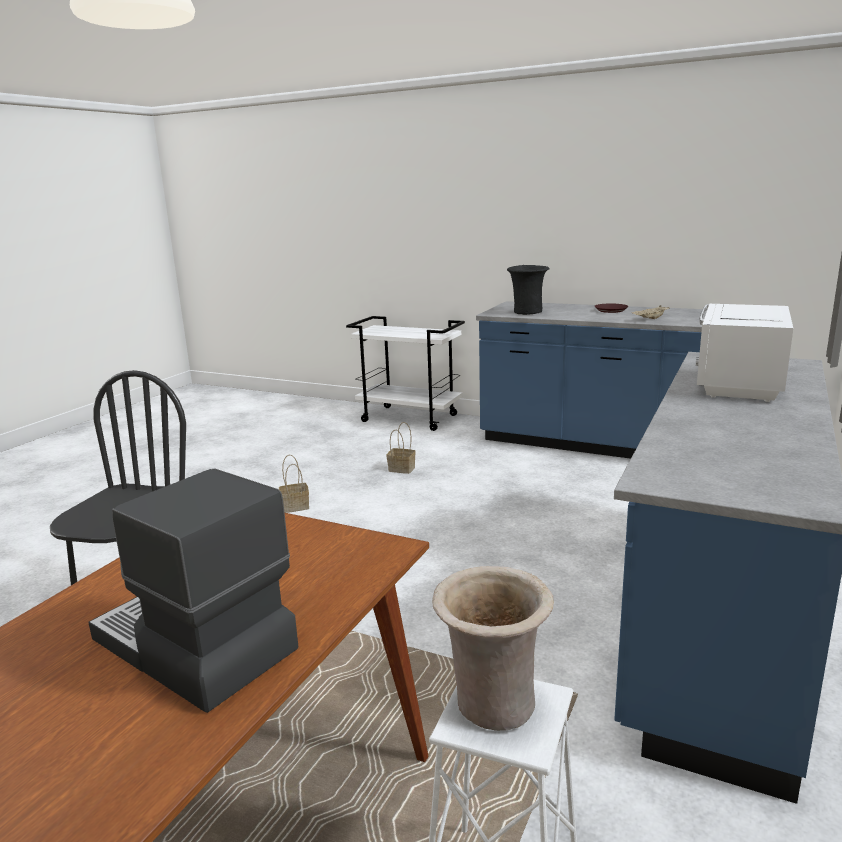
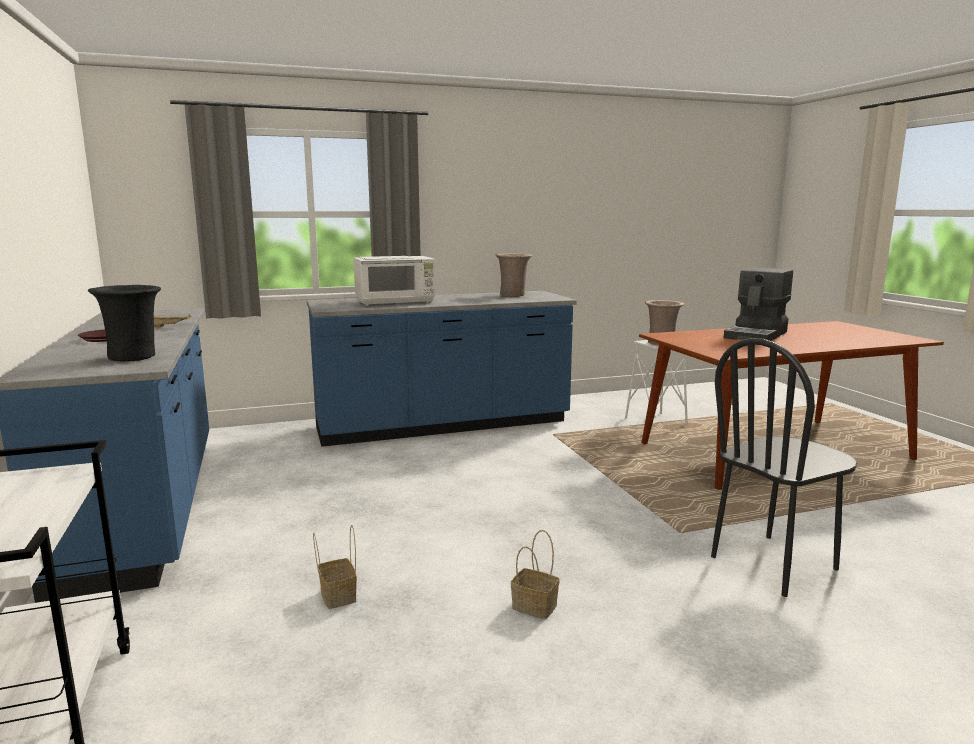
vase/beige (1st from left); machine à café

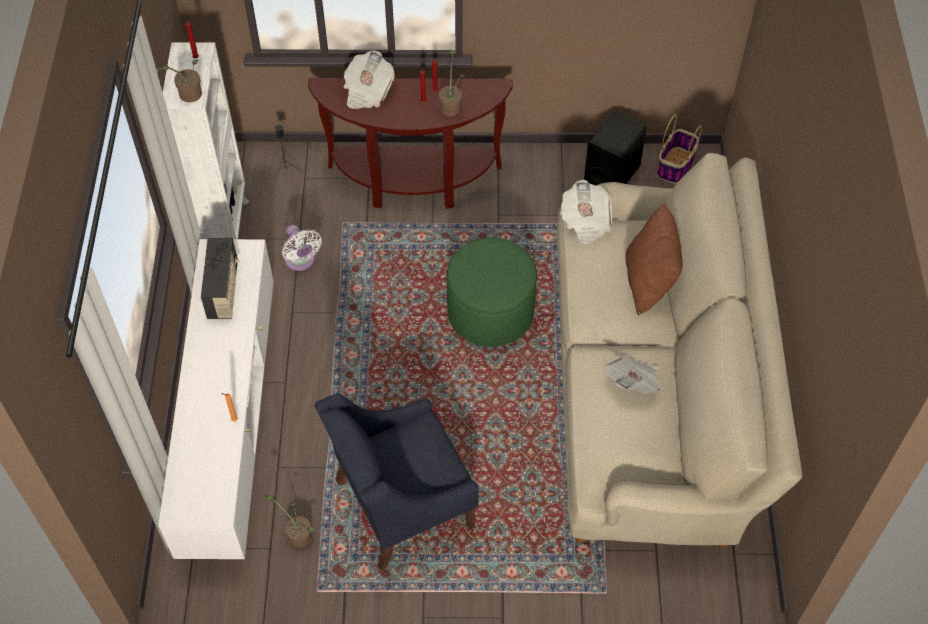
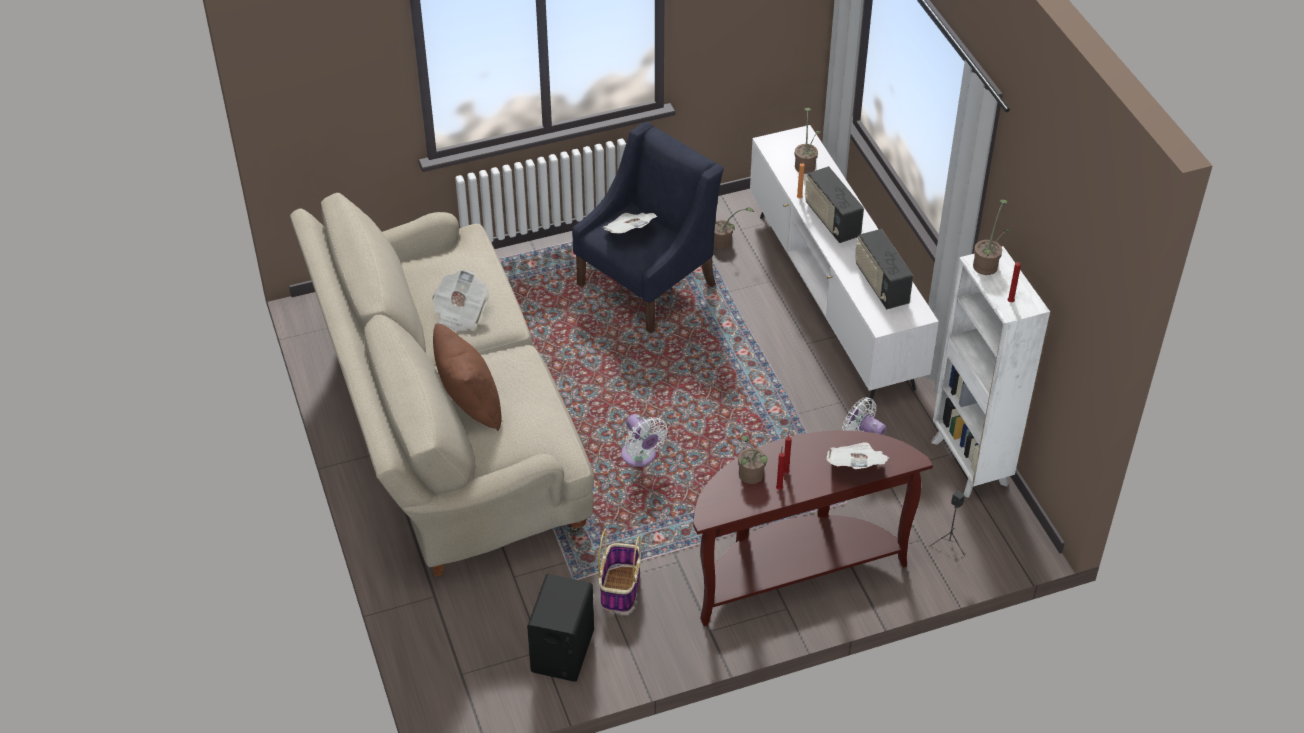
plante en pot (3rd from left); radio (1st from left); journal (2nd from left); panier; ventilateur/blanc (1st from left)

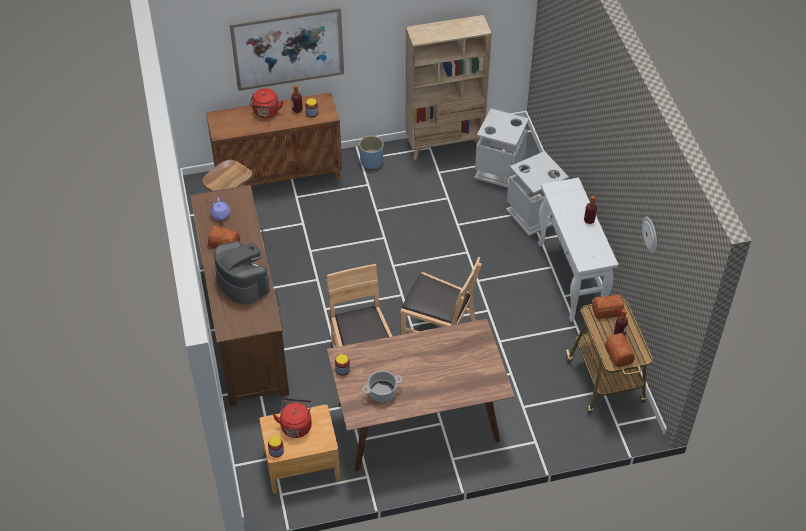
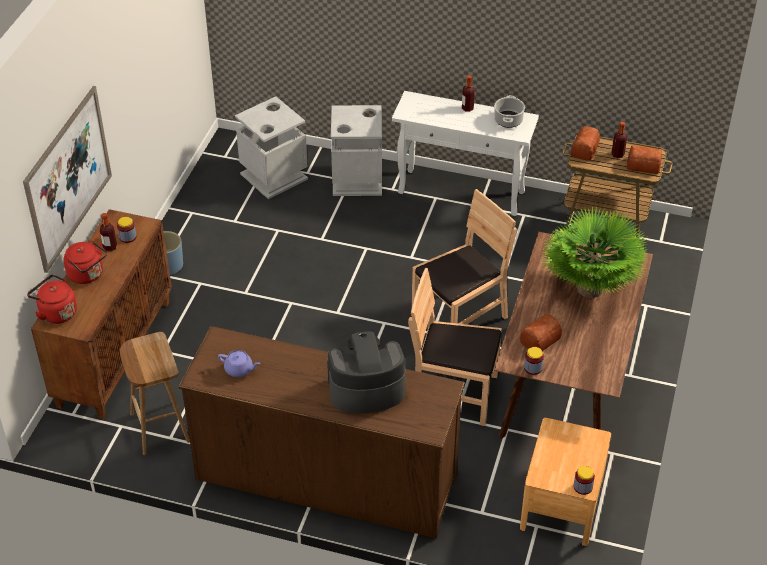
bibliothèque/beige; horloge murale; plante en pot; pain (1st from left); bouilloire/rouge (1st from left); marmite

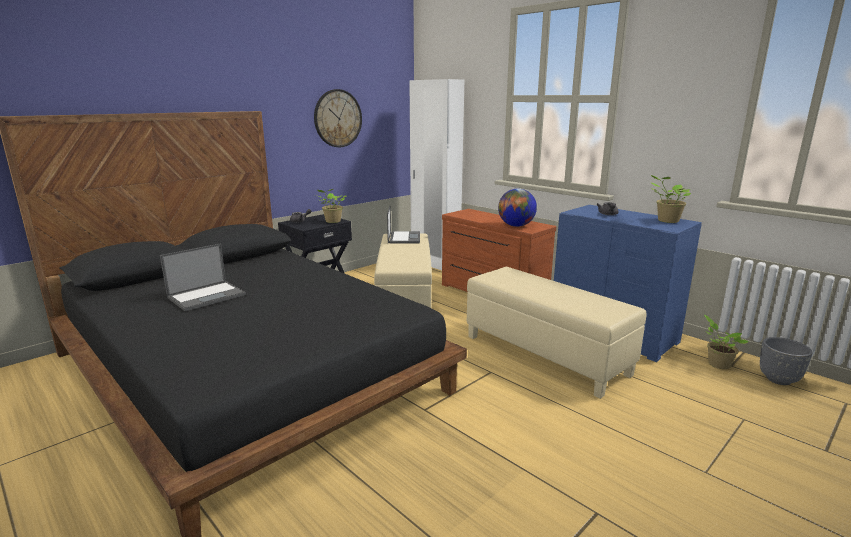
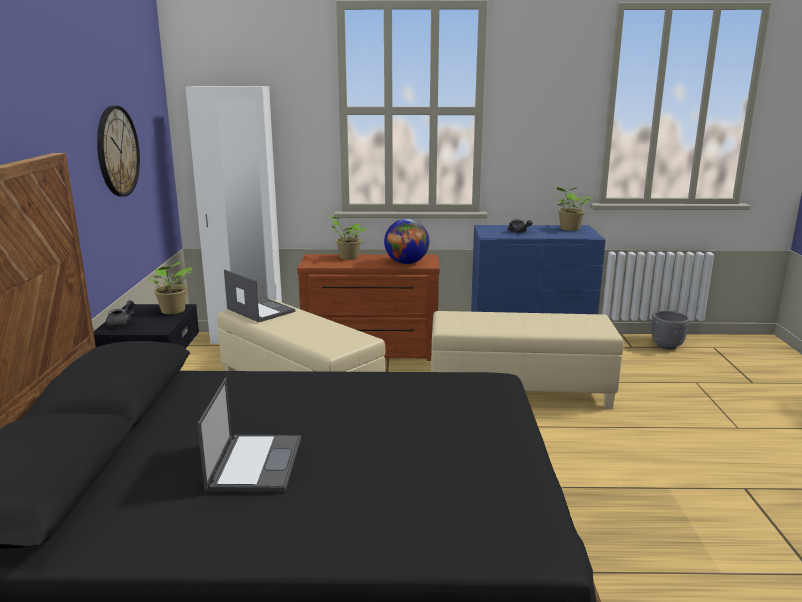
plante en pot (2nd from left)

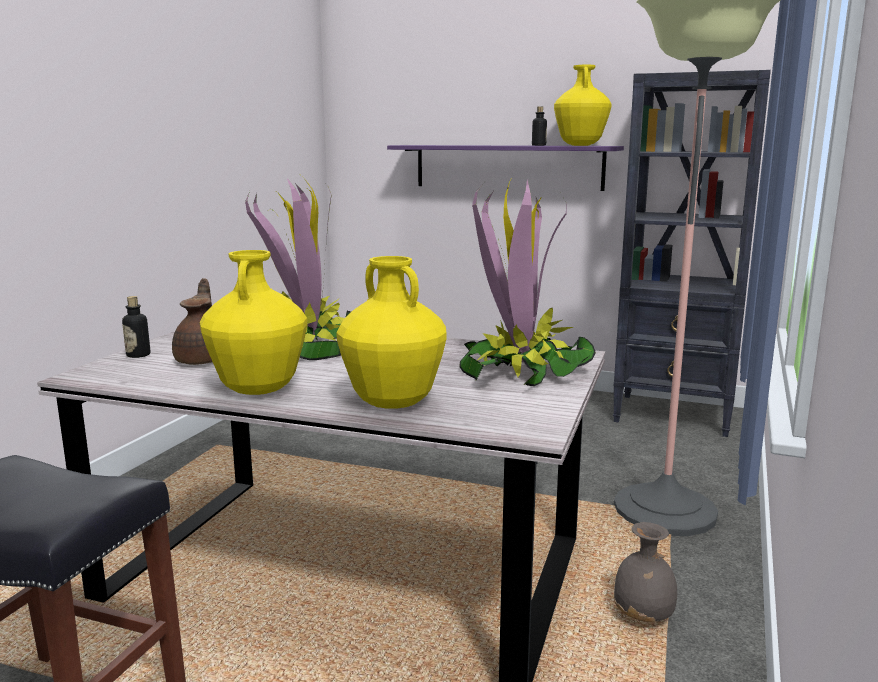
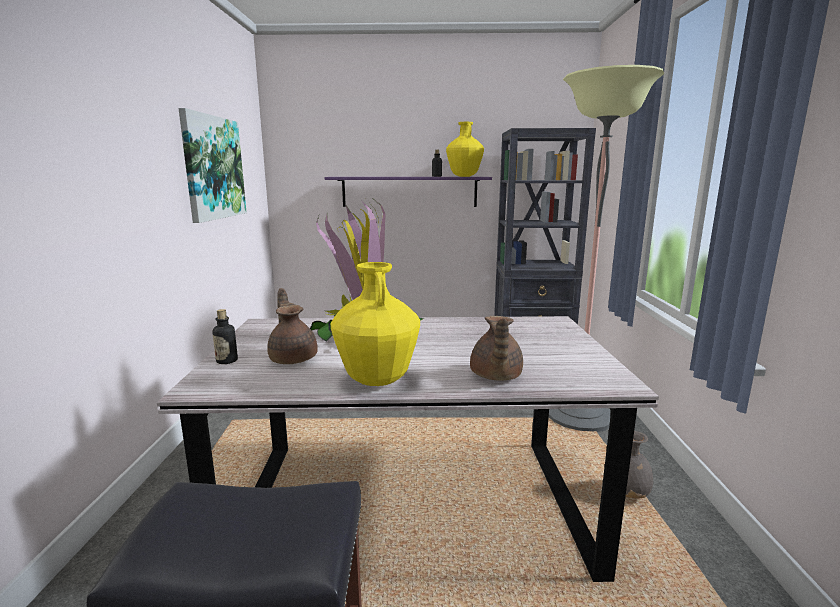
plante en pot (2nd from left in the first image); tableau; théière/marron (2nd from left)

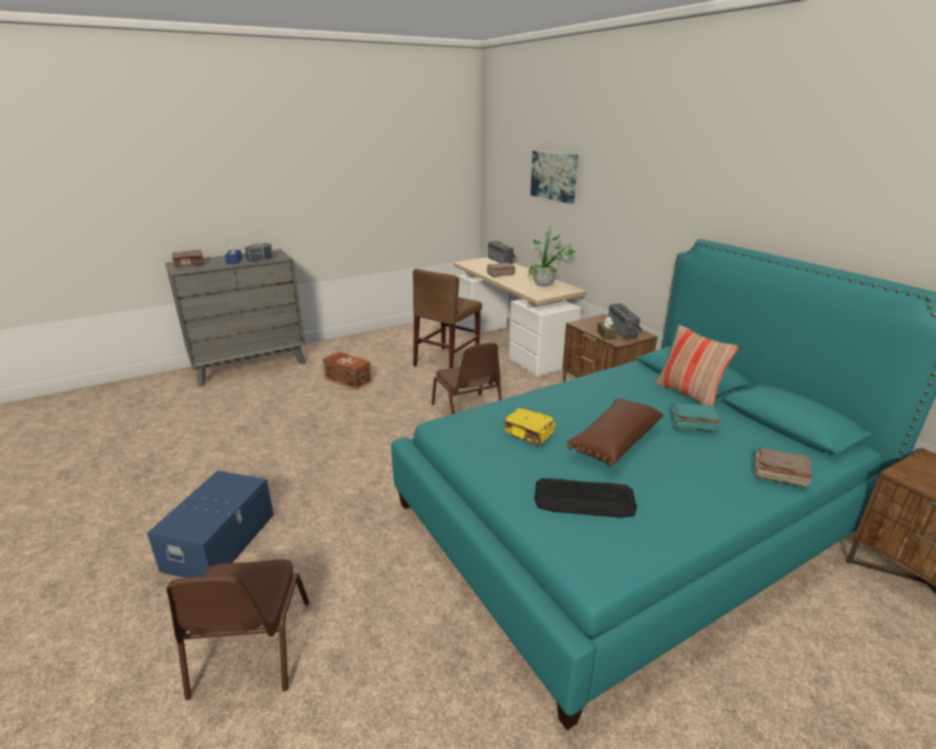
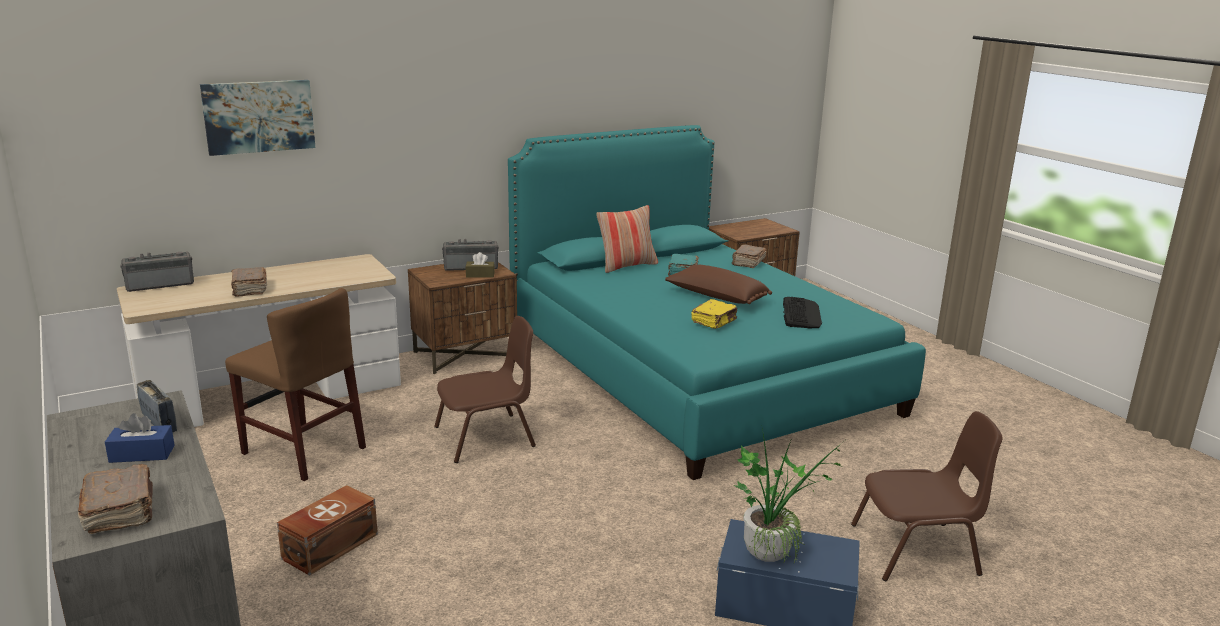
plante en pot

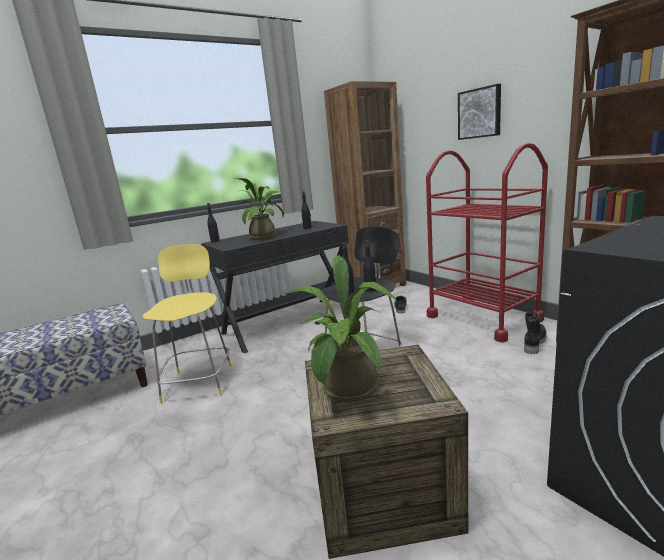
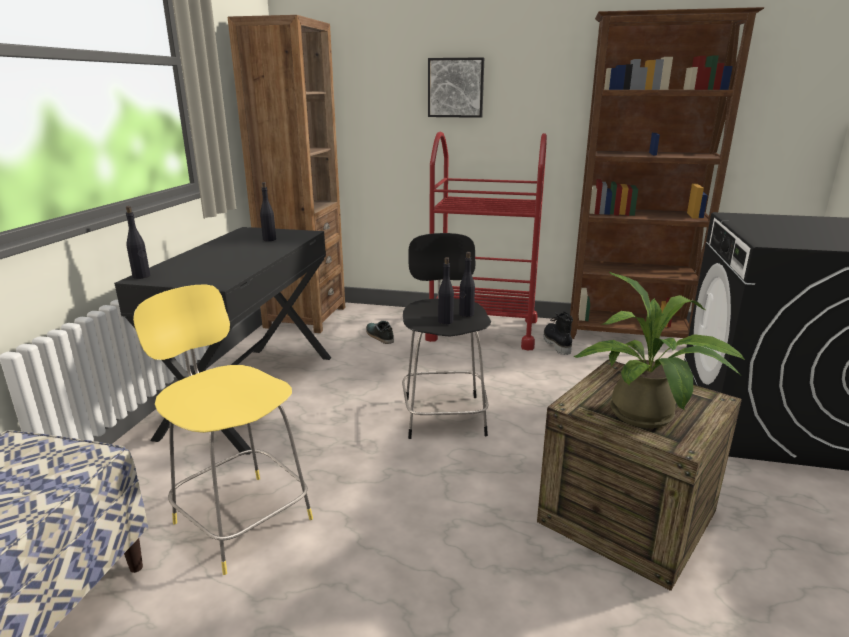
plante en pot (1st from left in the first image)

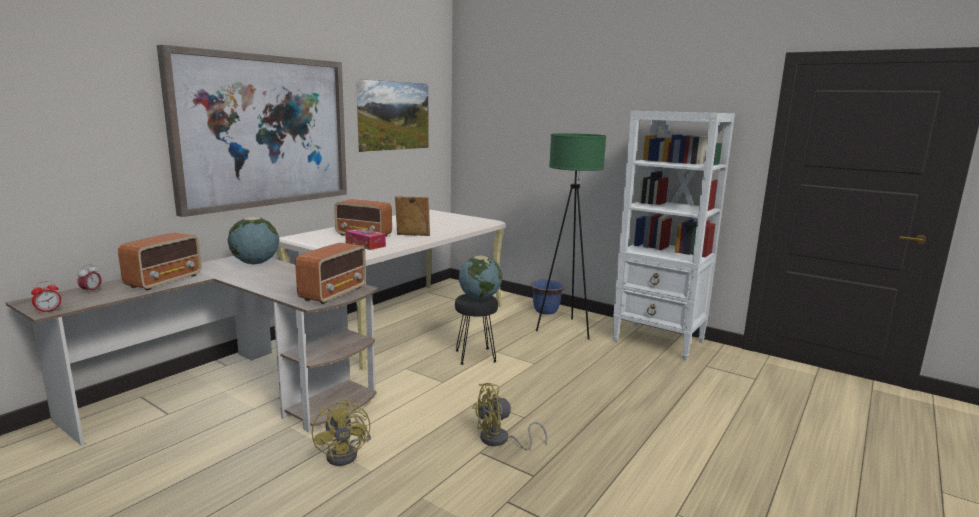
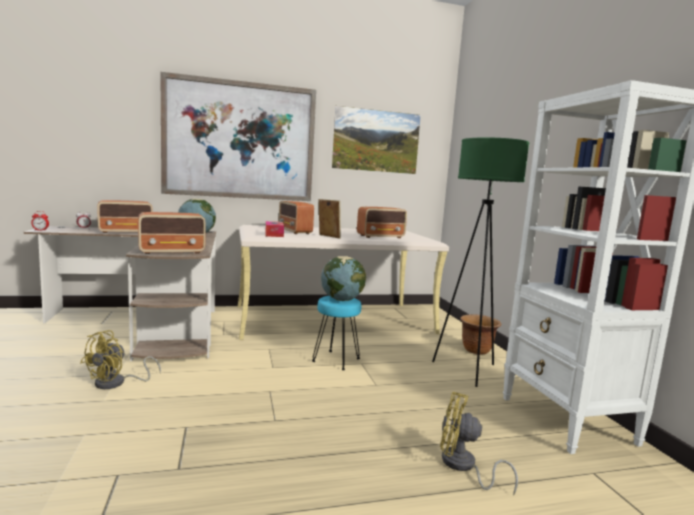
radio (4th from left); ventilateur/jaune (2nd from left); tabouret/turquoise; cache-pot/marron

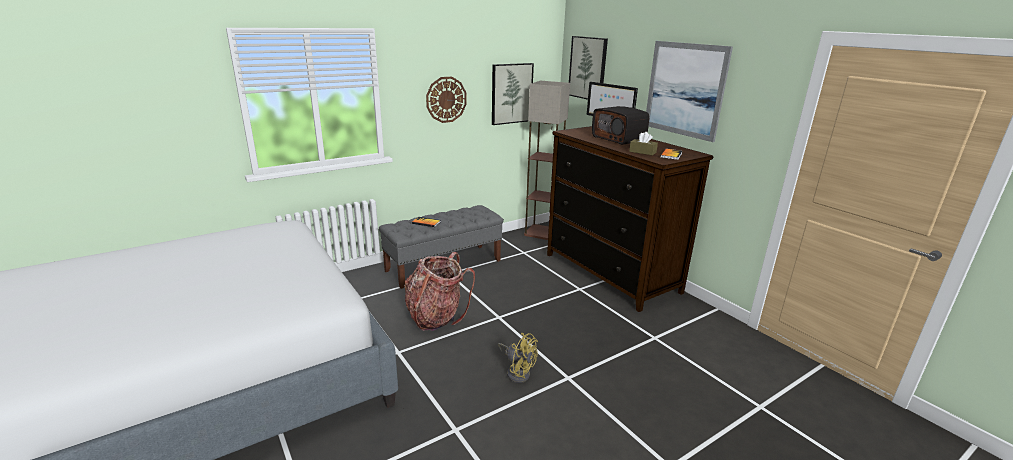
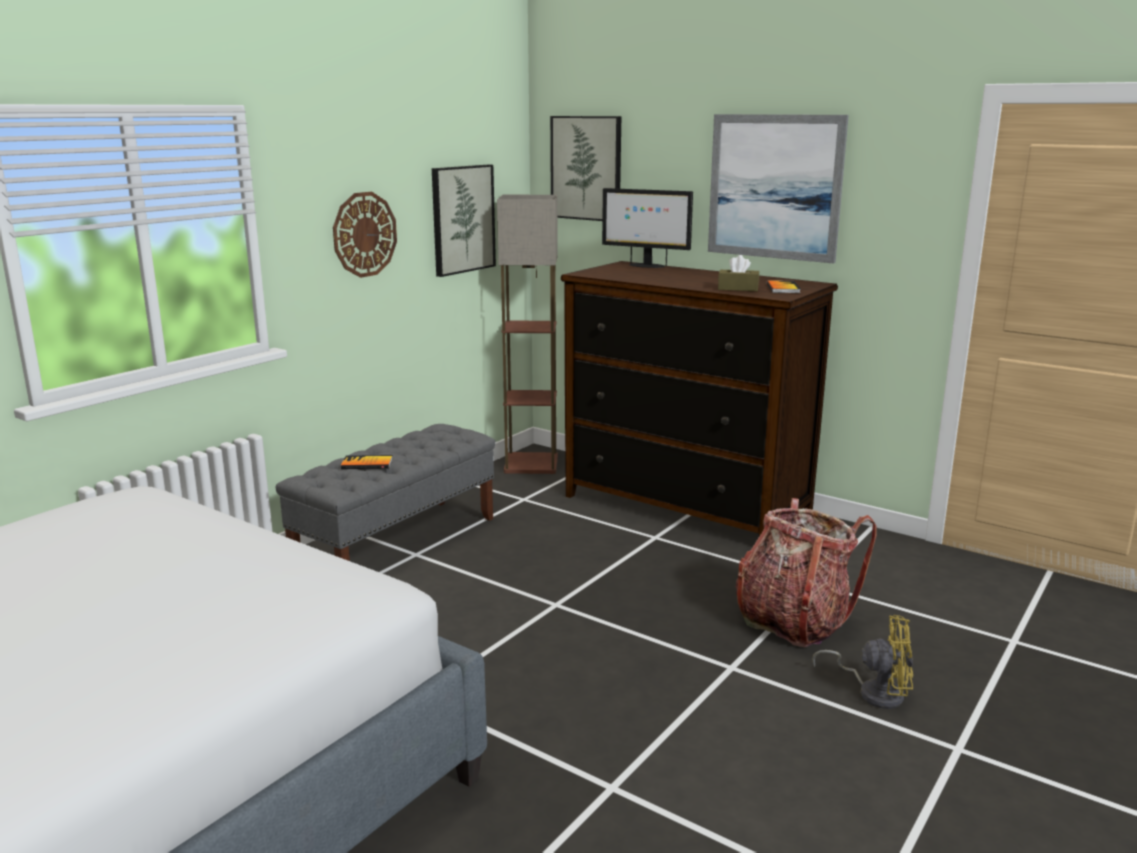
radio; sac à dos; ventilateur/jaune

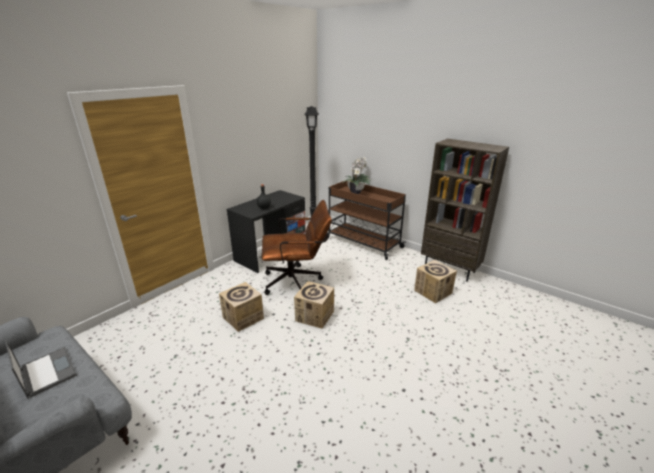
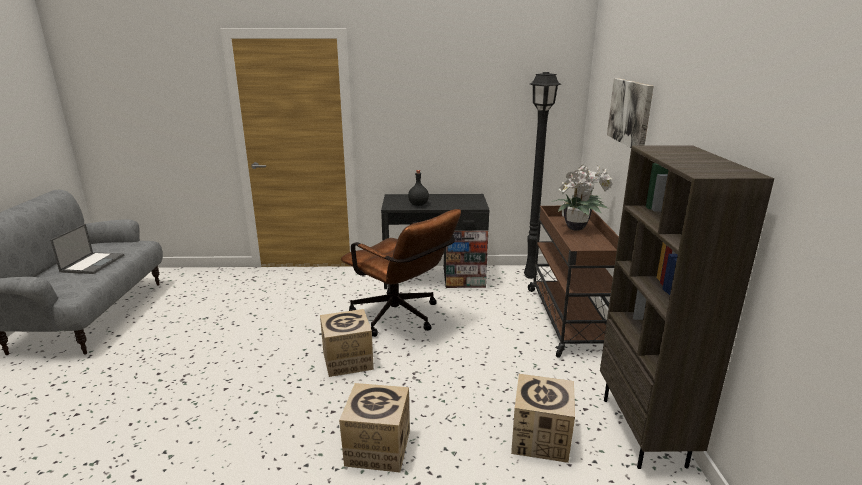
tableau; carton (2nd from left)

